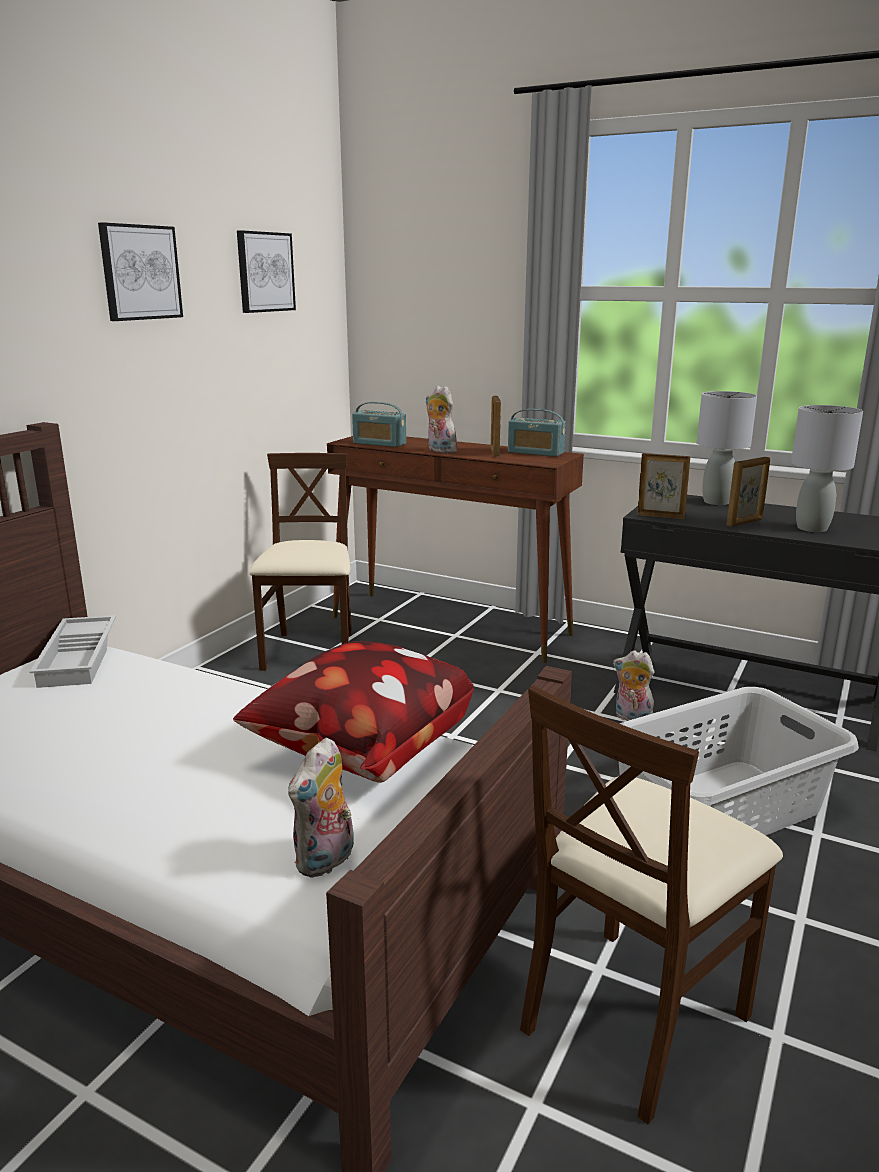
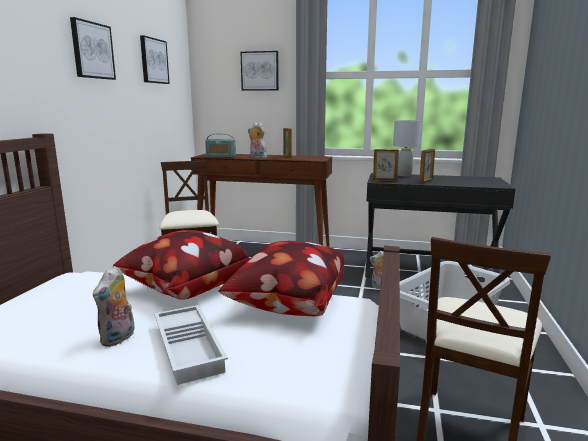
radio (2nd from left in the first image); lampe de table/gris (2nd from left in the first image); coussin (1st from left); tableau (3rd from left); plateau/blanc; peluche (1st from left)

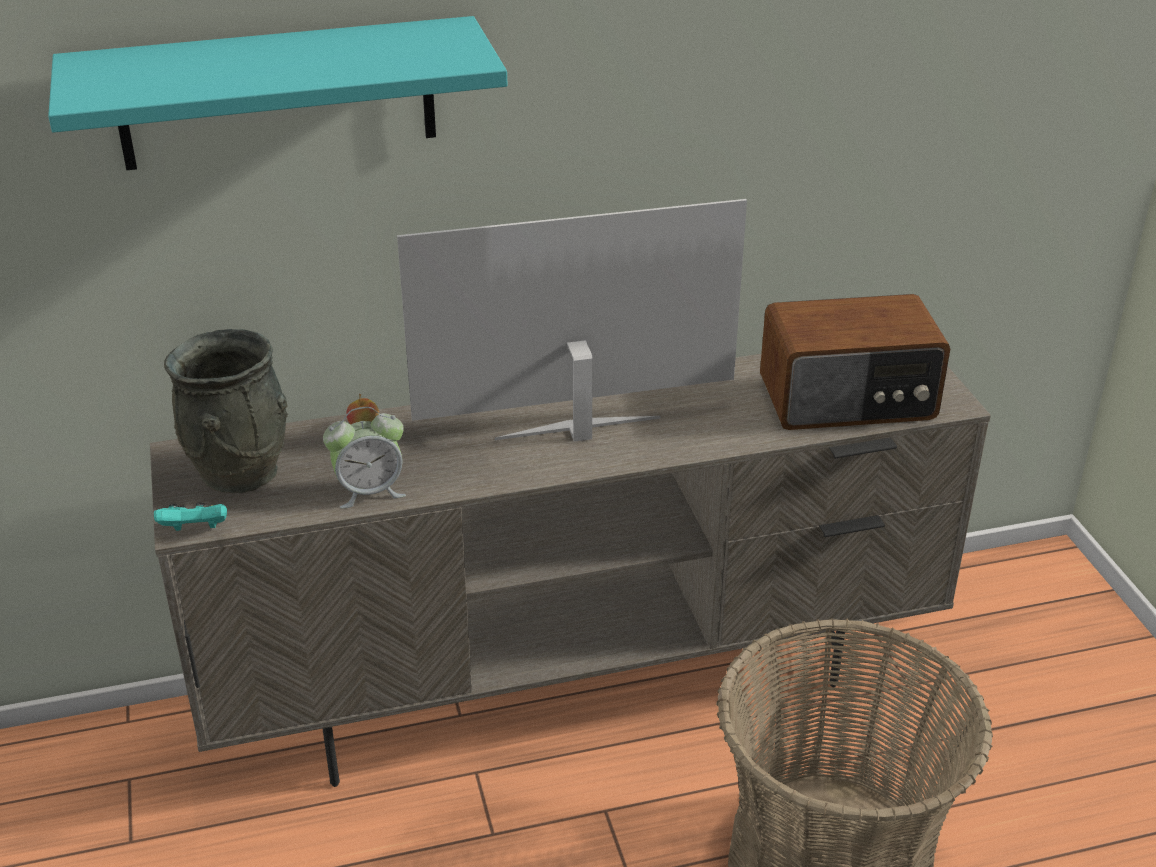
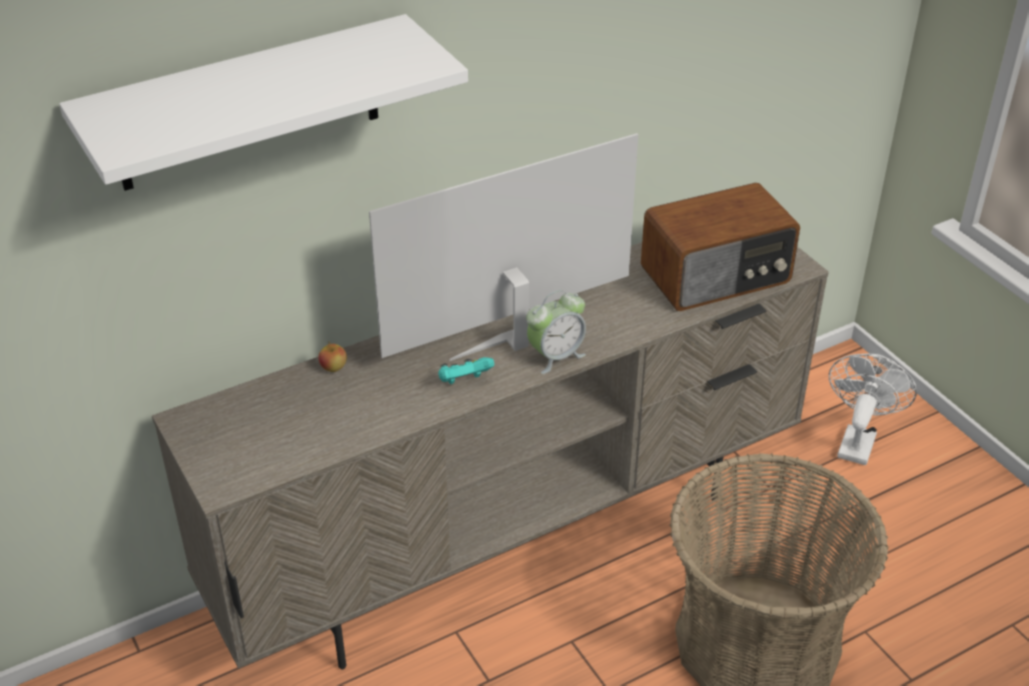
vase/gris; ventilateur/blanc; manette/turquoise; réveil; étagère/blanc

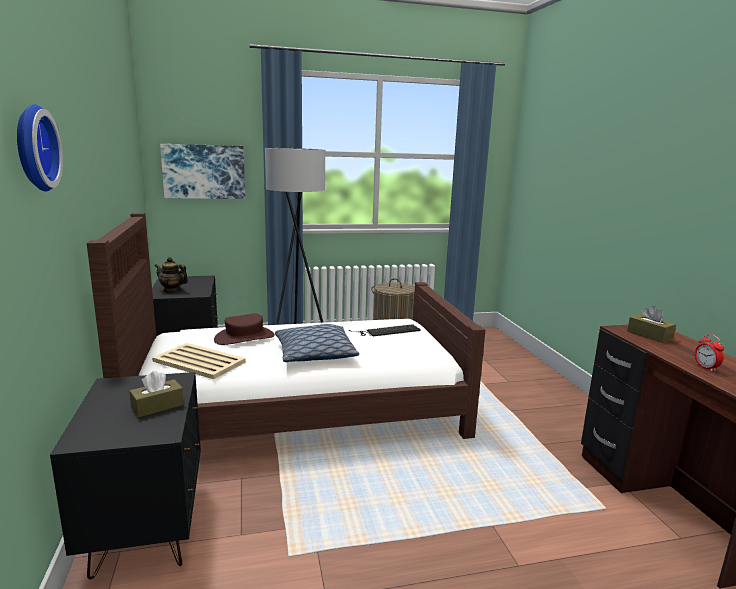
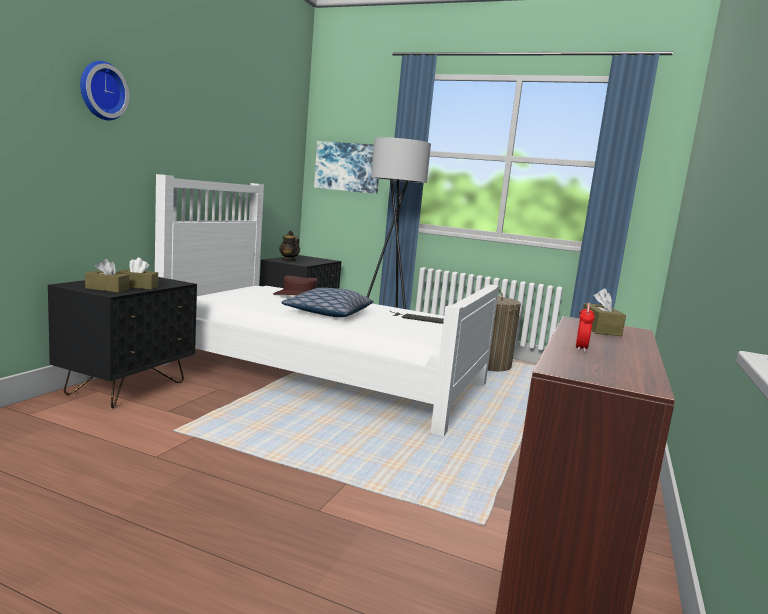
plateau/beige; boîte à mouchoirs/marron (1st from left); lit/blanc

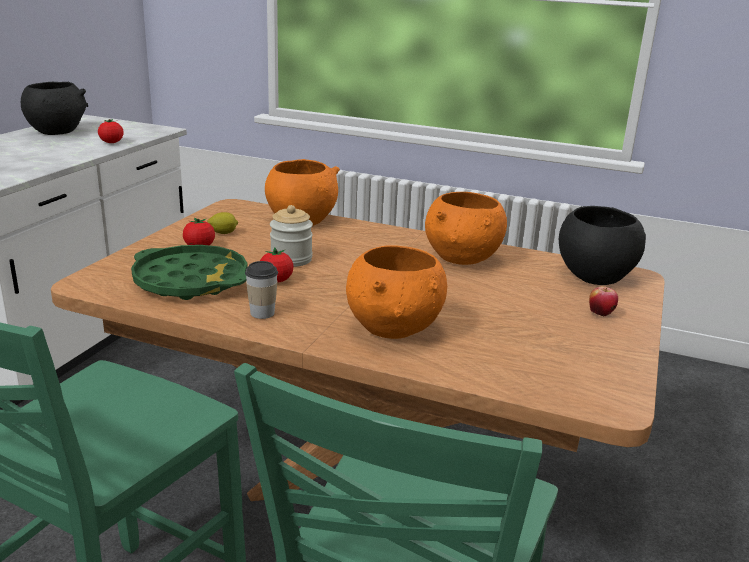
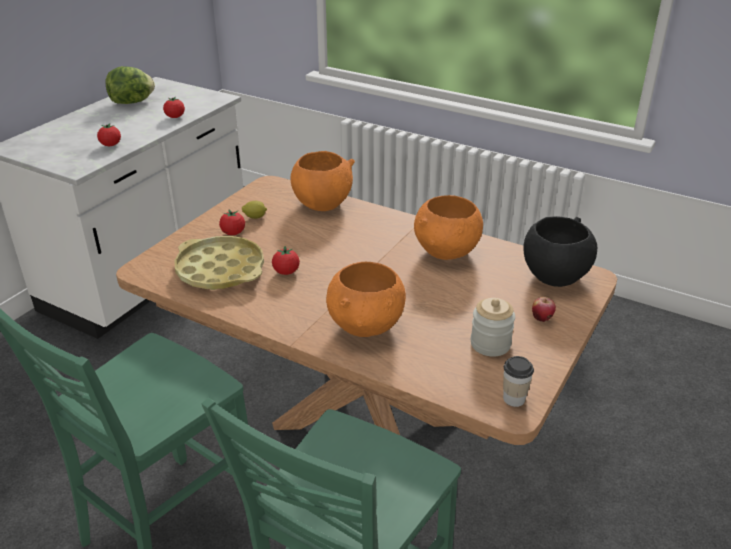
tomate (1st from left); tasse; bocal; laitue; plateau/jaune

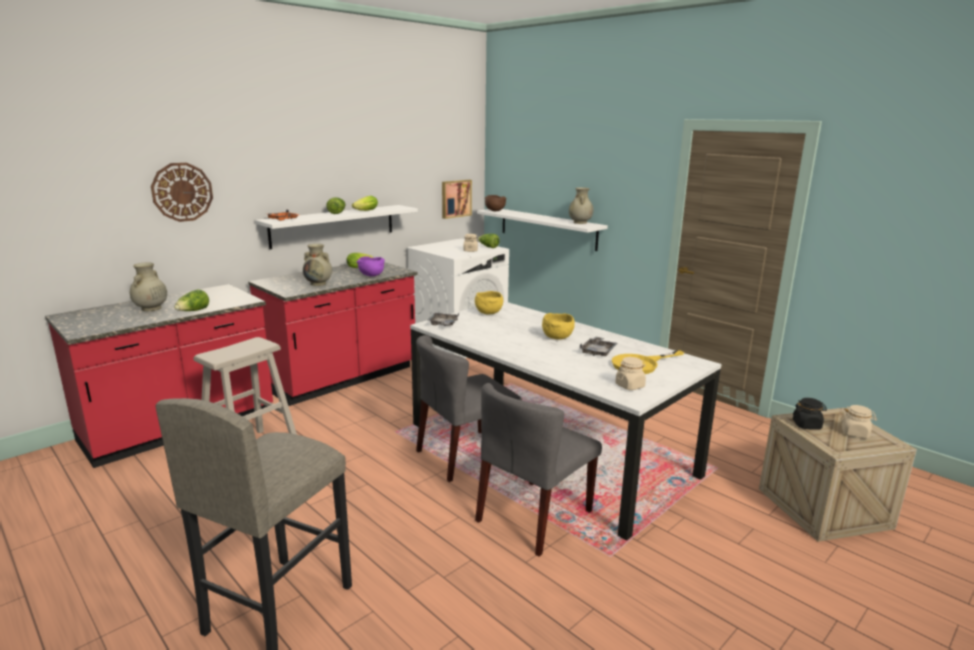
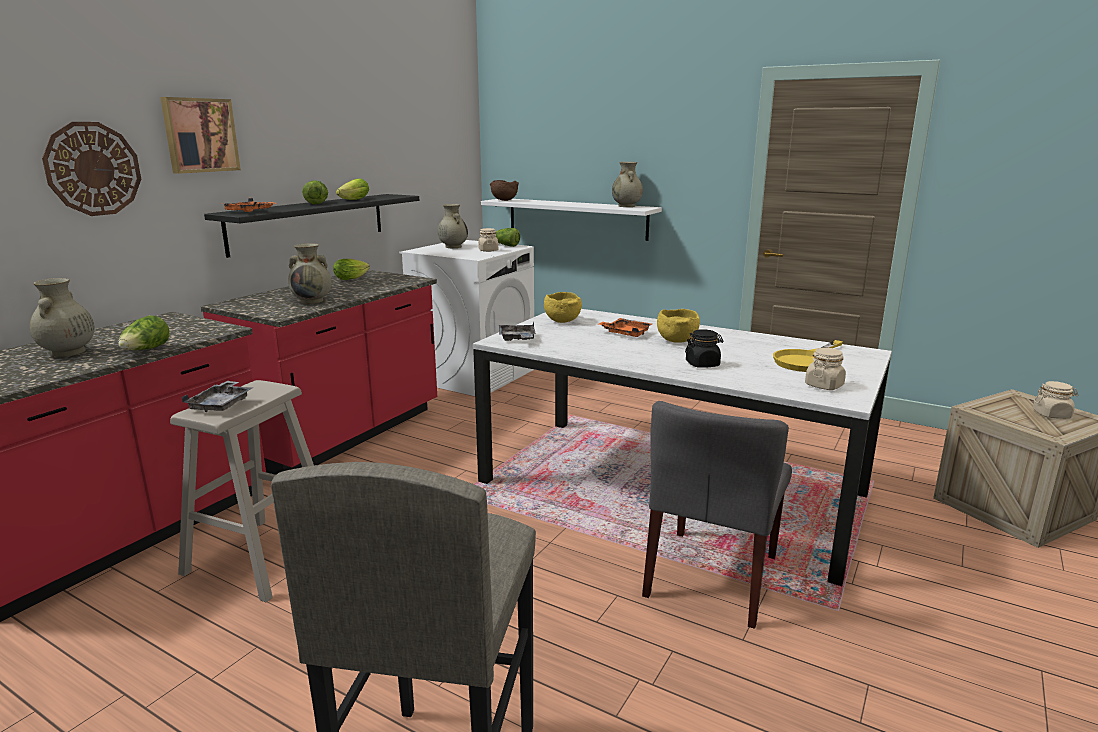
bol/violet; chaise/gris (1st from left in the first image); vase/beige (3rd from left); plateau/orange (2nd from left); tableau; plateau/gris (1st from left); bocal/noir; étagère/noir

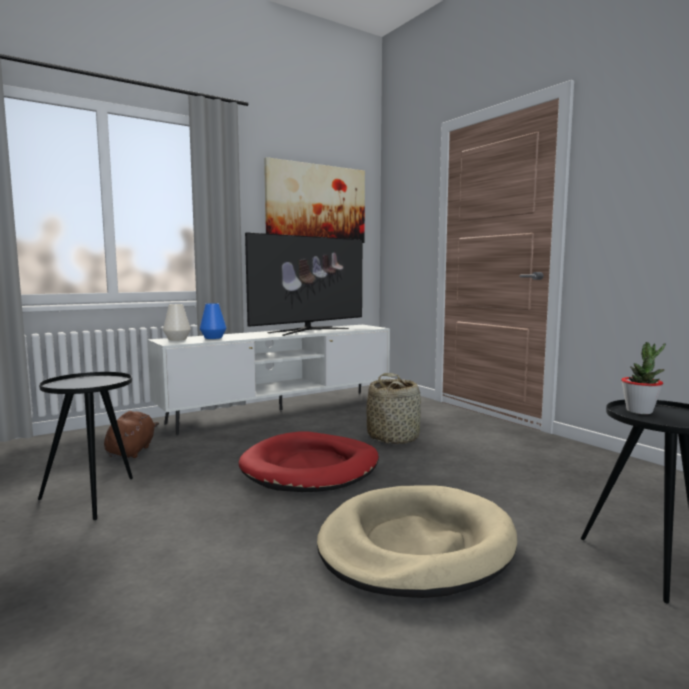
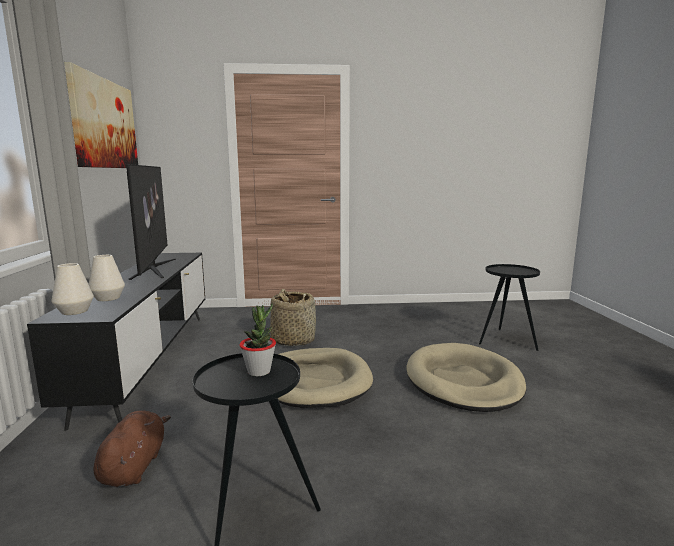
plante en pot; meuble télé/noir; vase/blanc (2nd from left); panier pour chien/beige (1st from left); peluche/marron

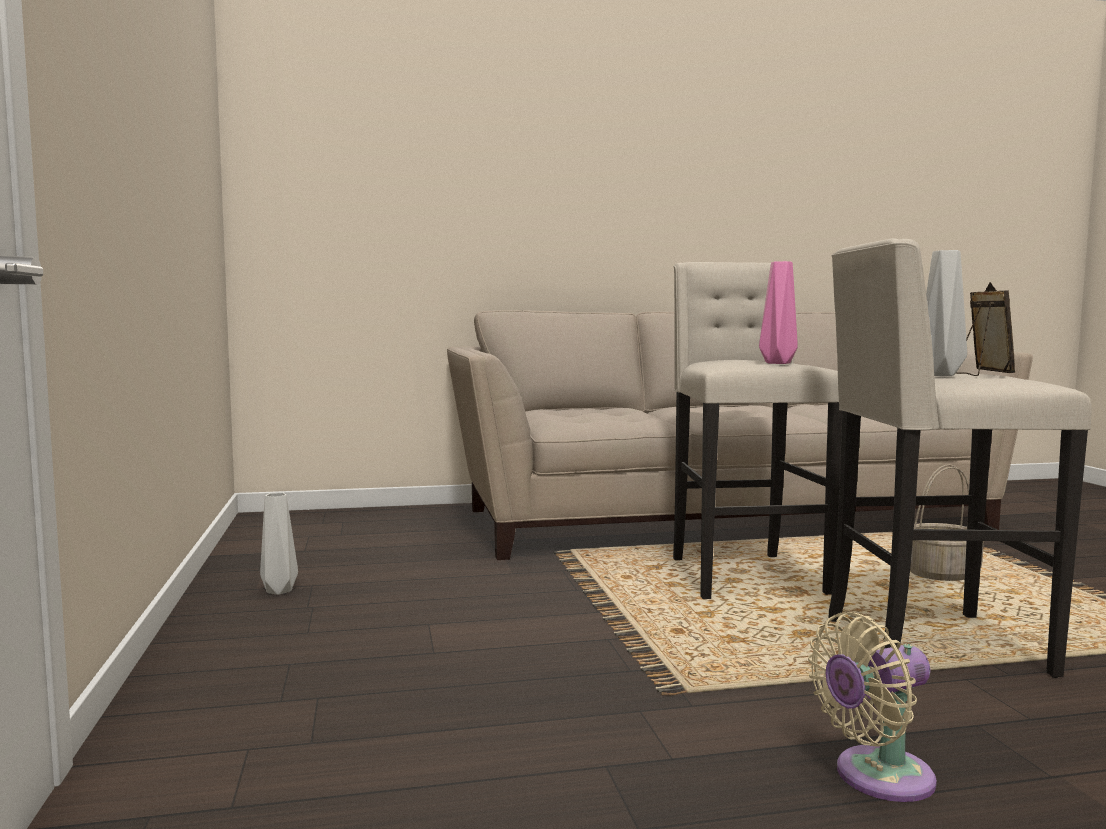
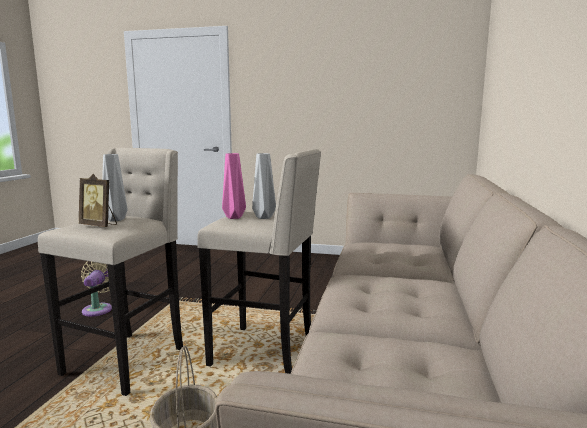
vase/gris (2nd from left)

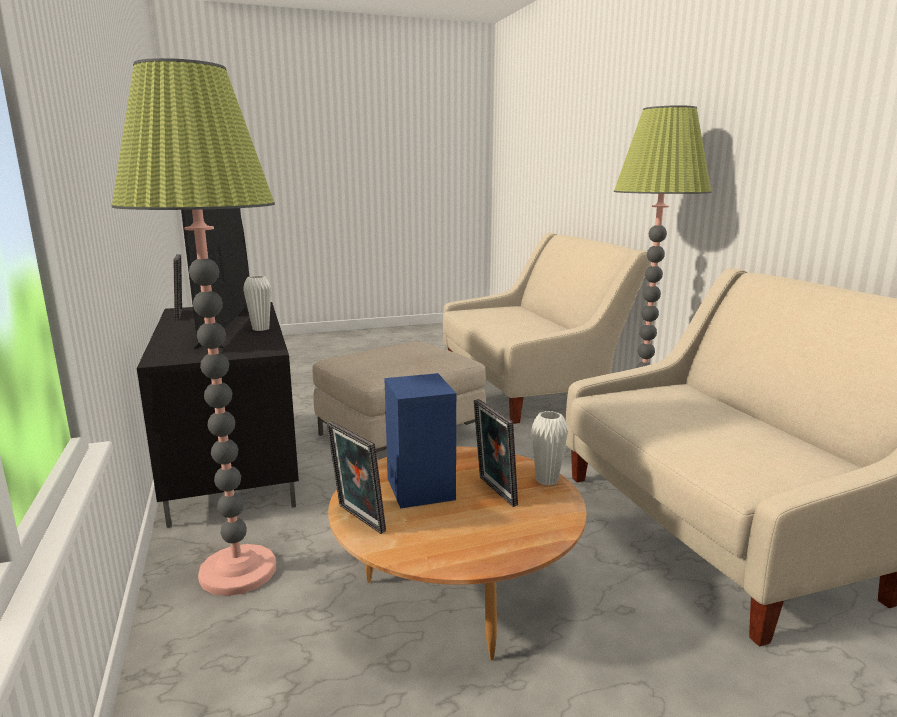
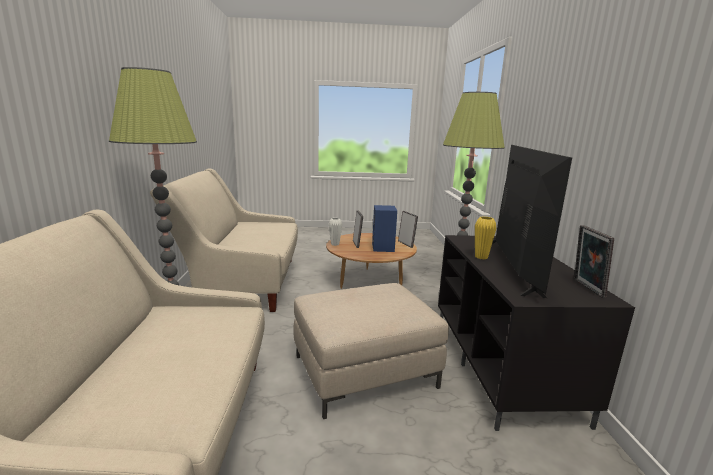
vase/jaune

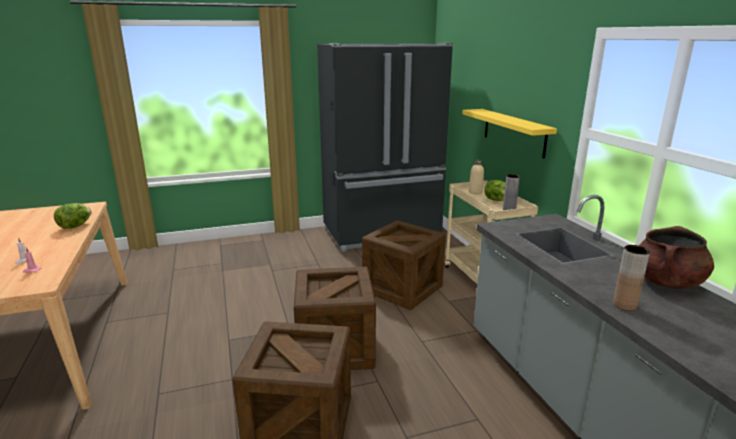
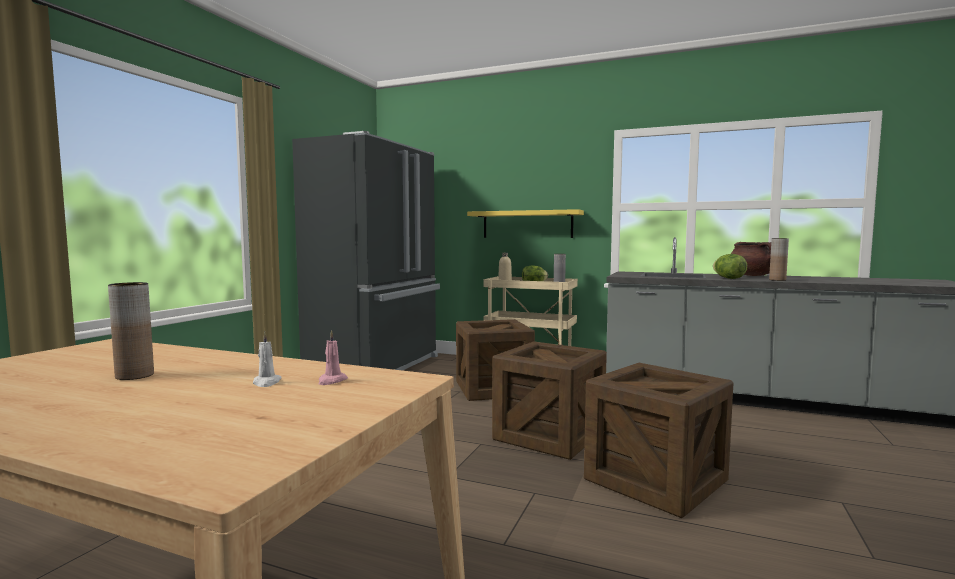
vase/marron (1st from left); laitue (2nd from left)

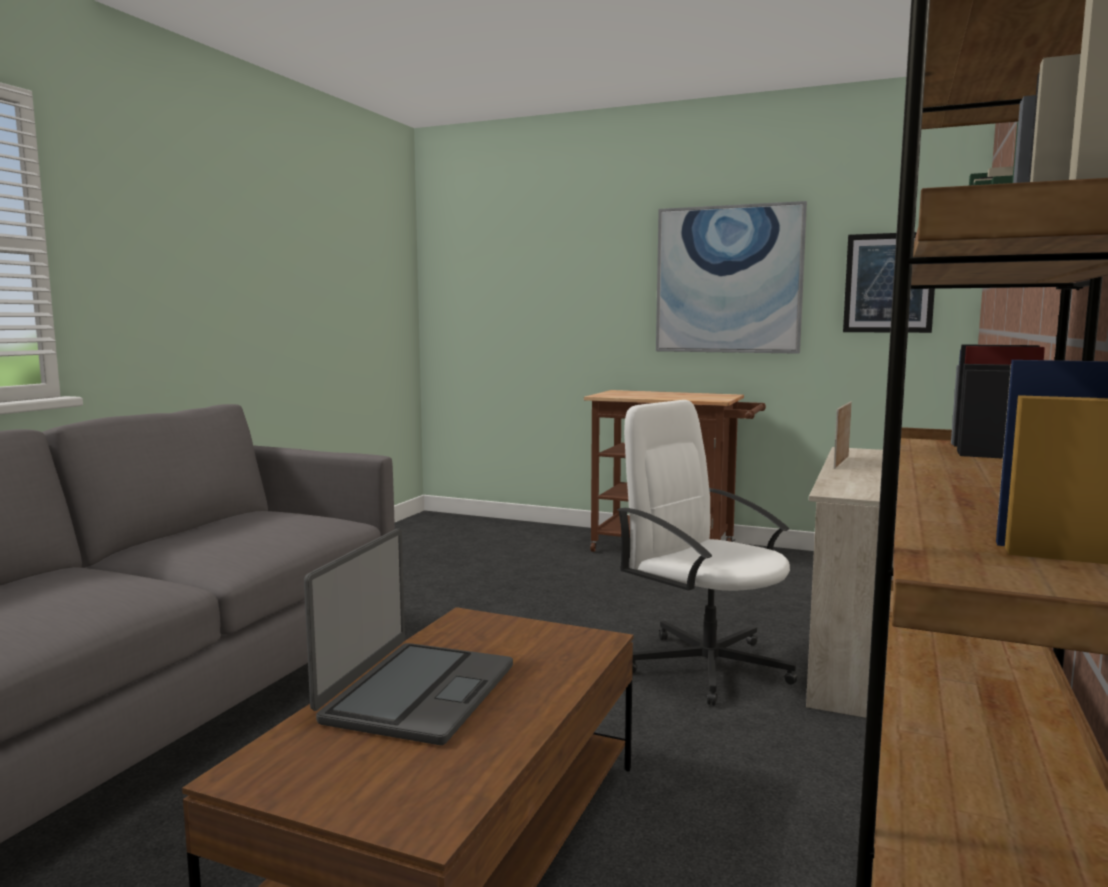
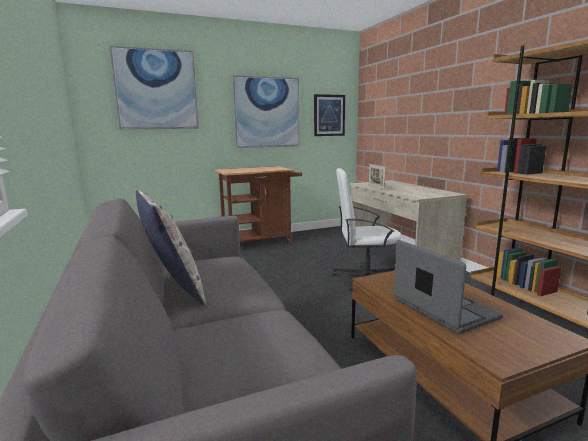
tableau (1st from left); coussin

